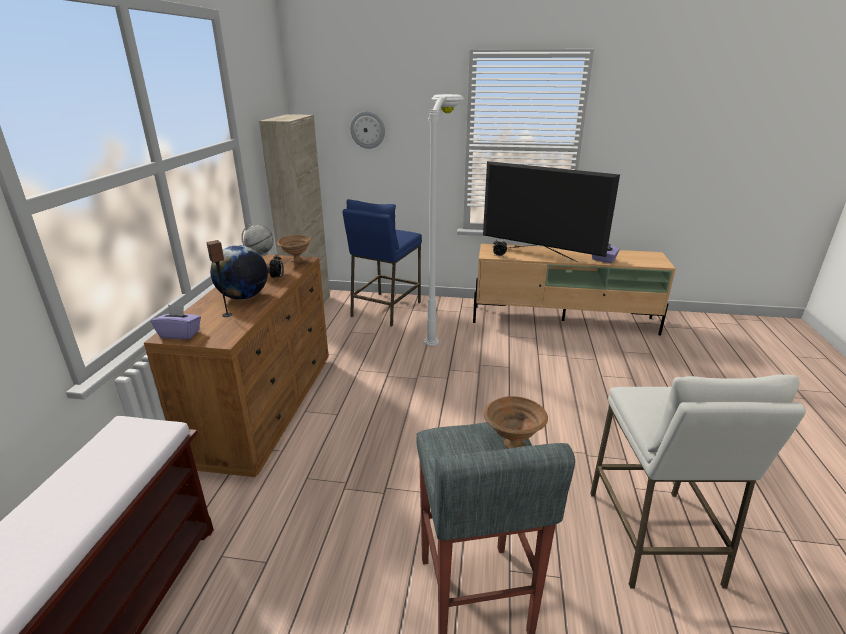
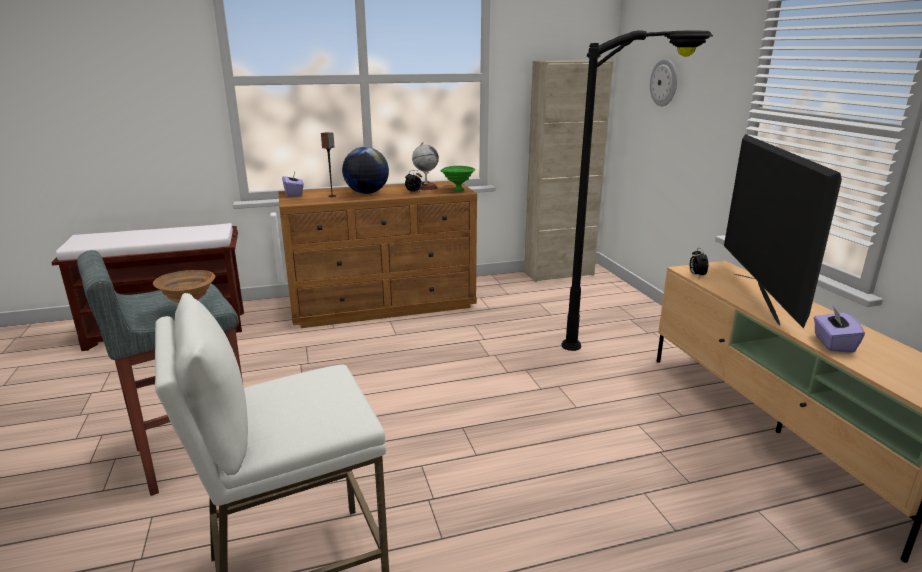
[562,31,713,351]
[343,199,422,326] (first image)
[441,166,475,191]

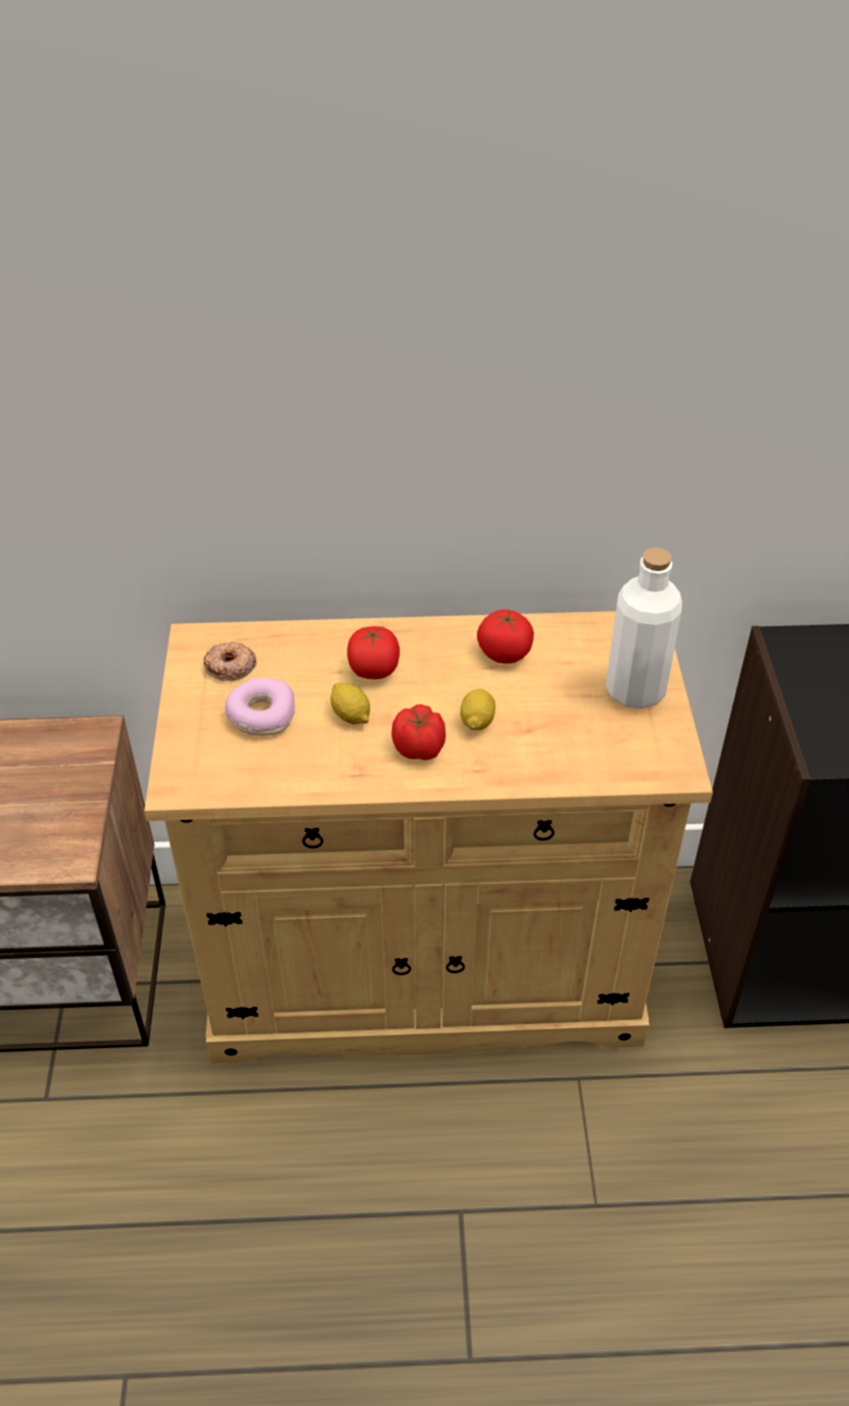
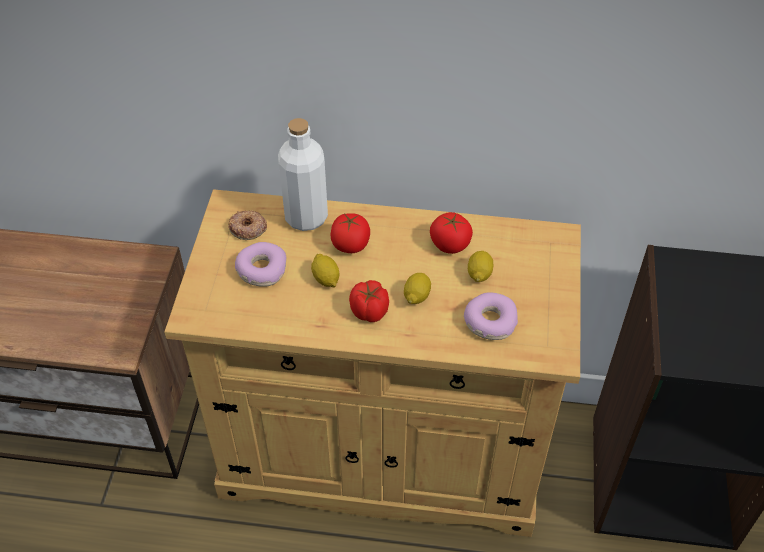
[278,118,328,231]
[468,251,493,282]
[464,292,518,340]

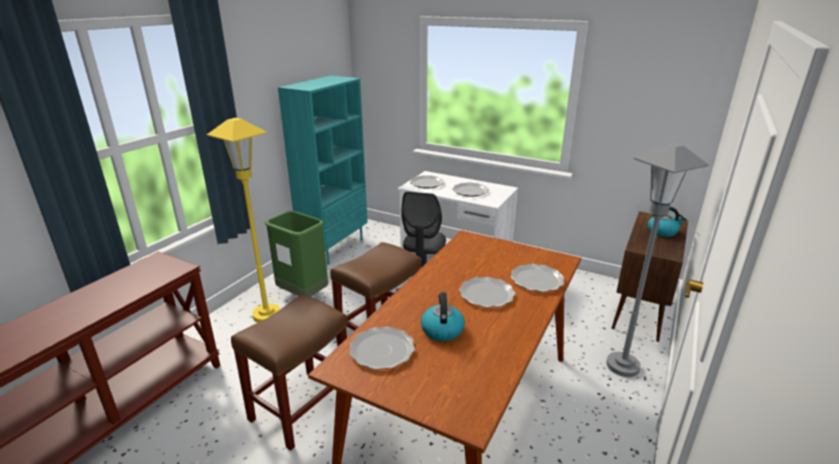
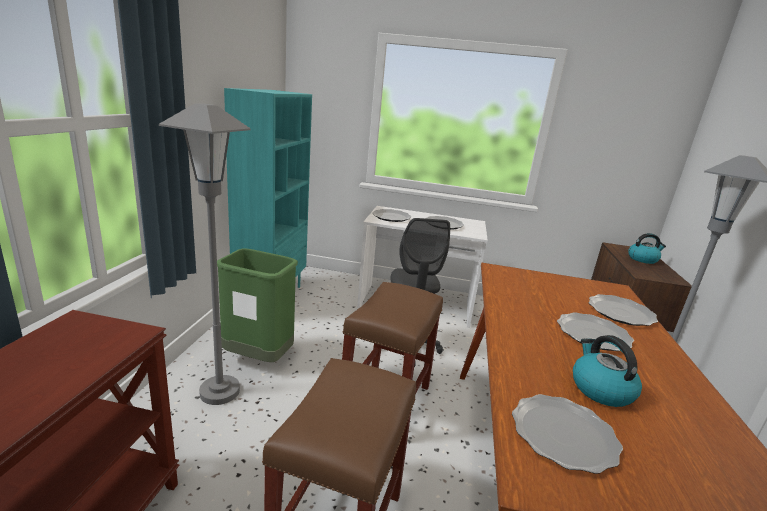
[159,104,251,405]

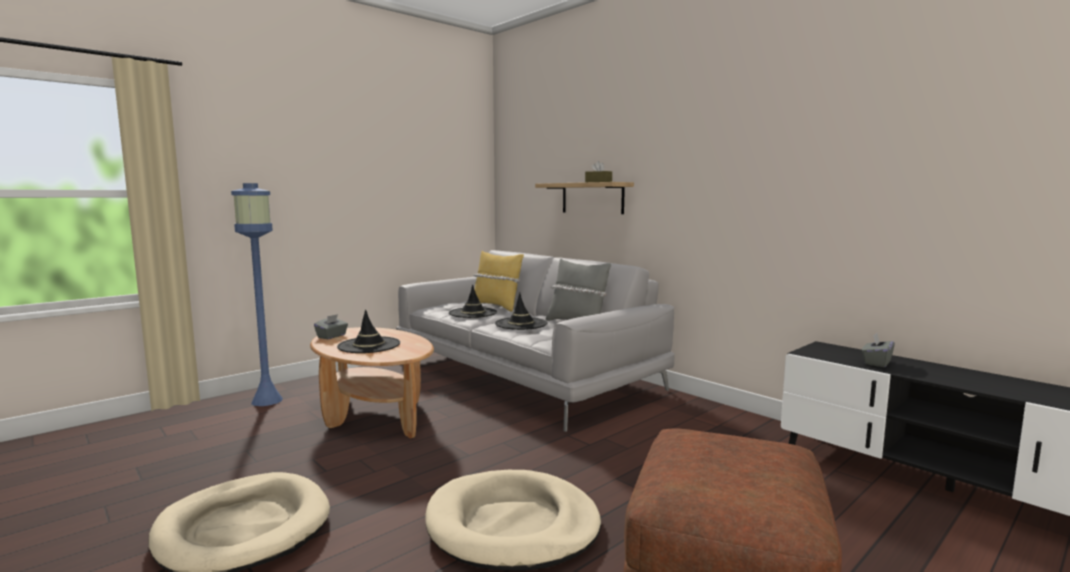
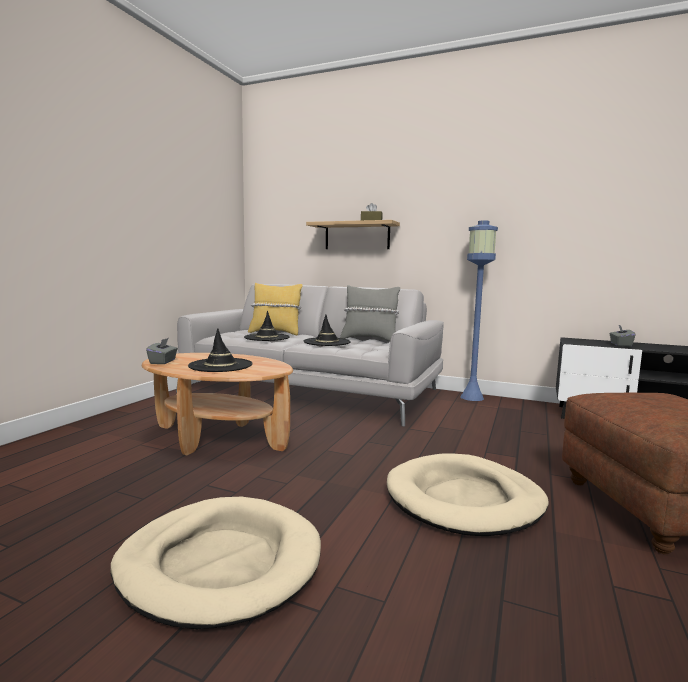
[460,221,498,401]

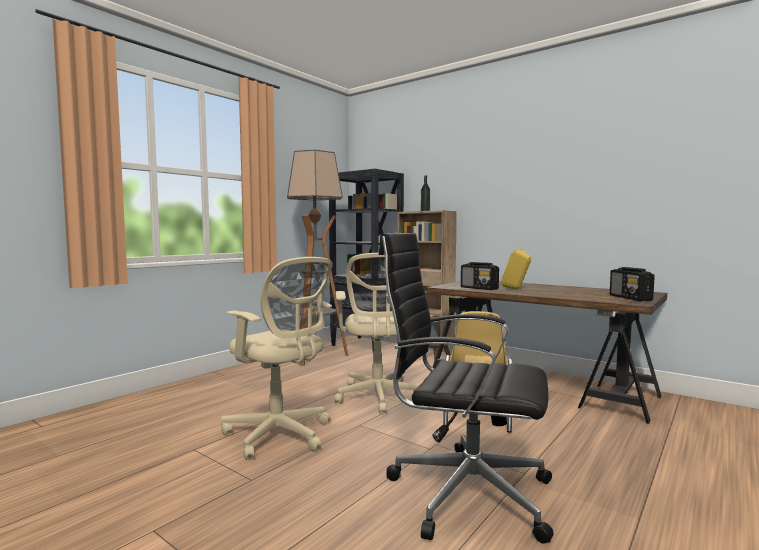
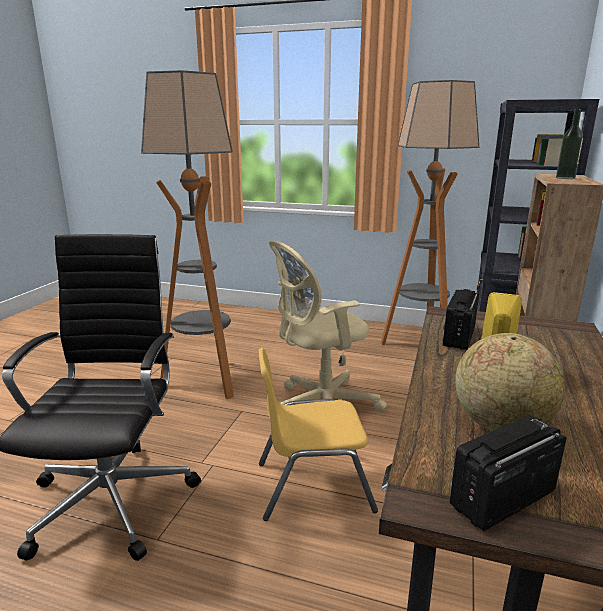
[141,70,234,399]
[455,333,565,431]

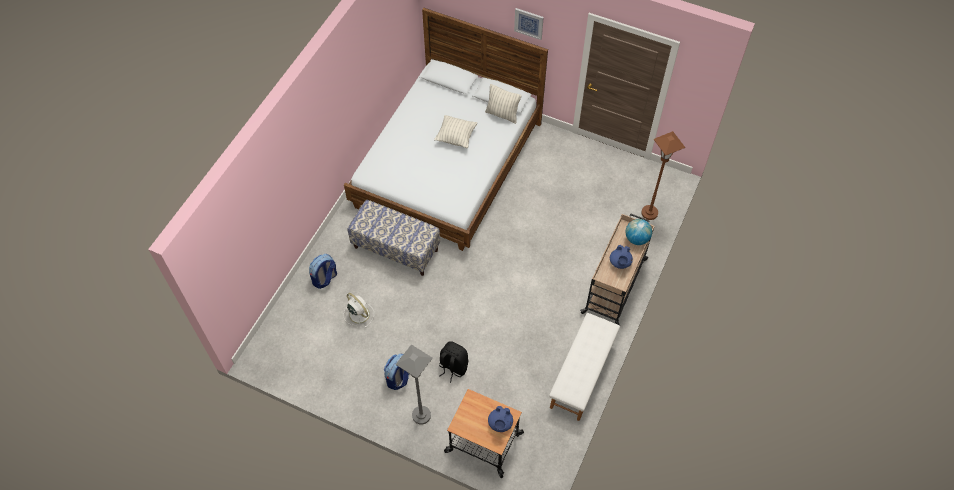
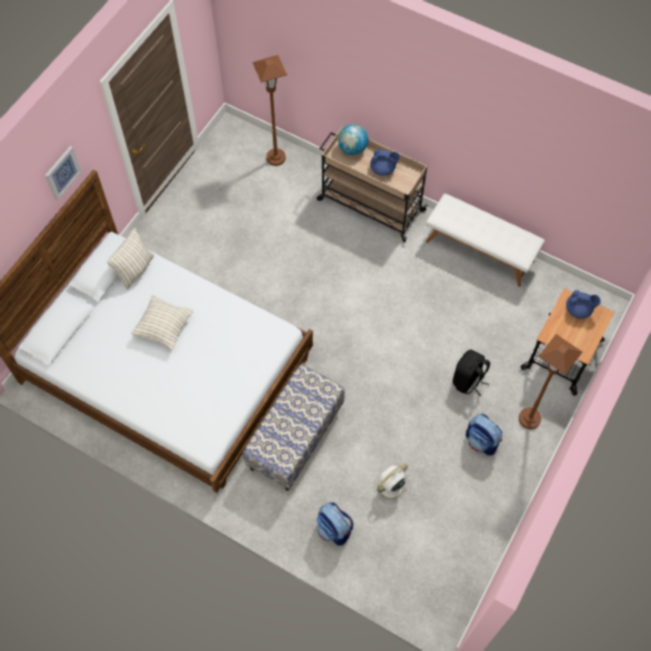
[519,334,582,429]

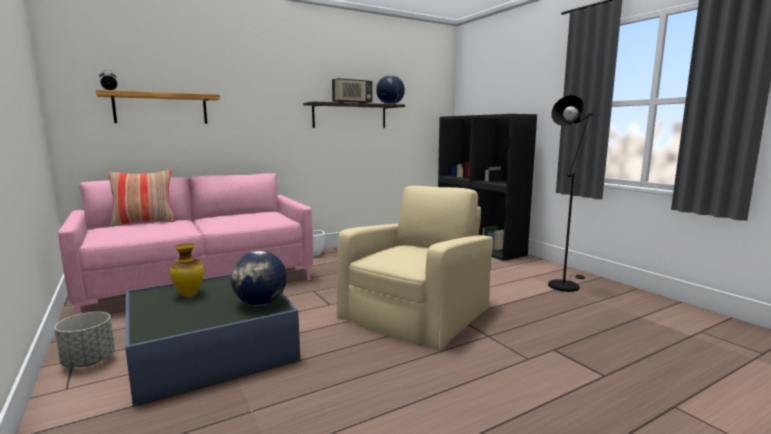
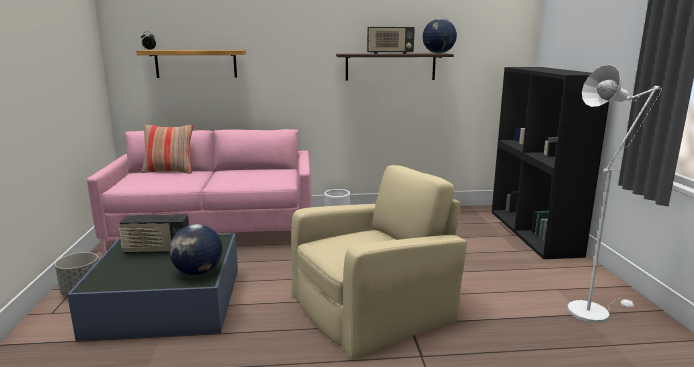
[567,65,662,323]
[119,214,189,254]

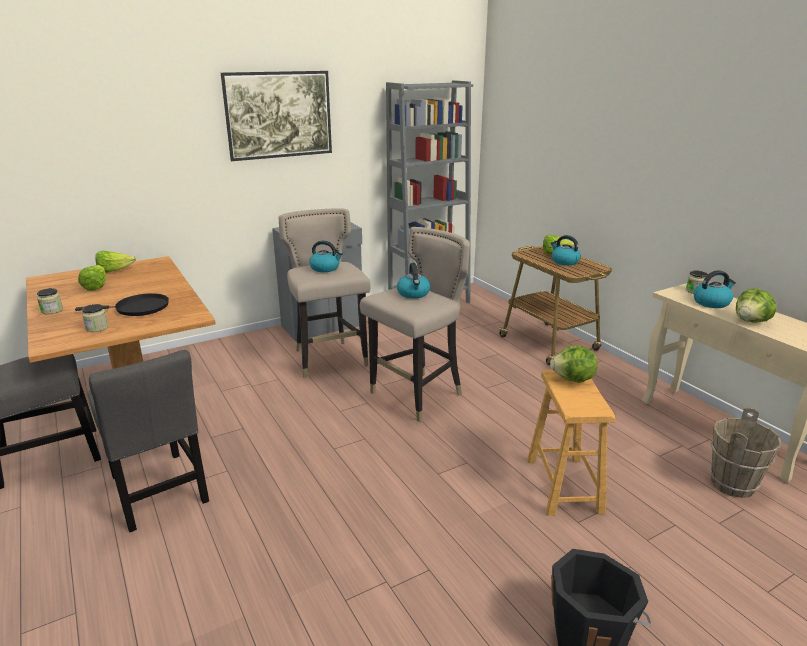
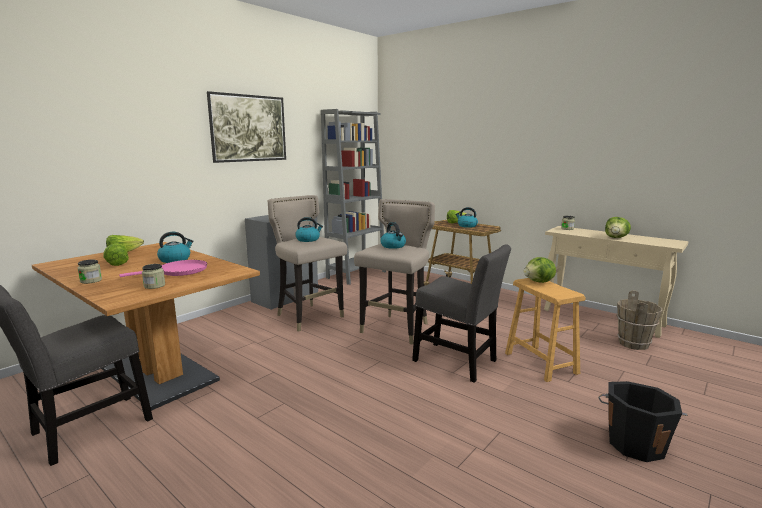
[157,232,194,263]
[119,260,208,277]
[412,244,511,383]

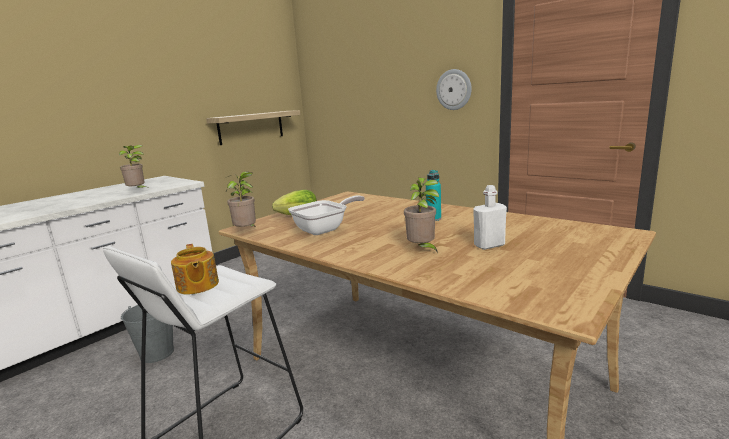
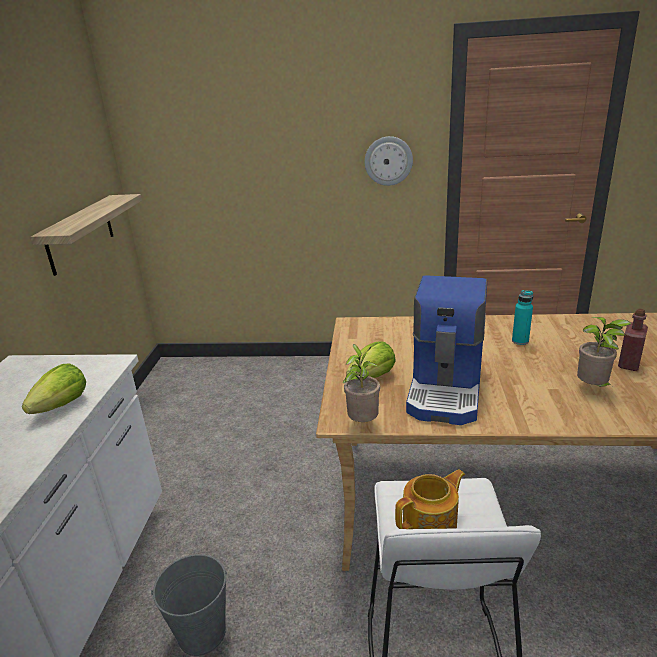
[22,364,86,414]
[618,308,648,371]
[406,275,487,425]
[395,469,465,529]

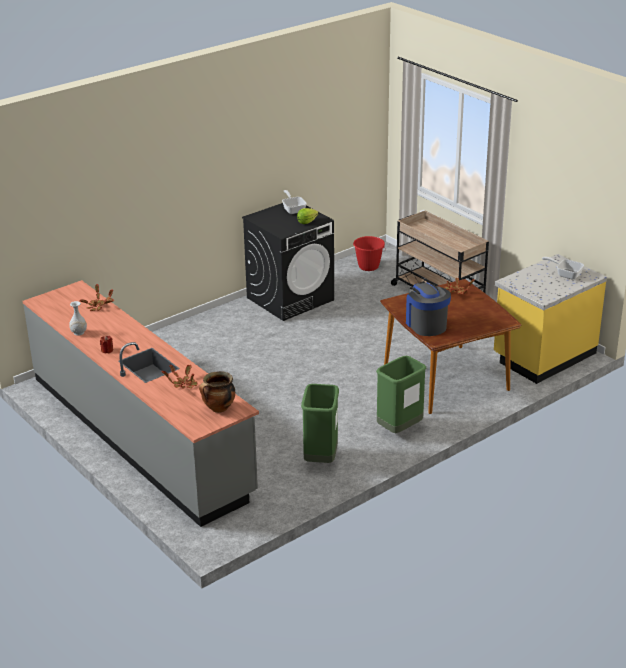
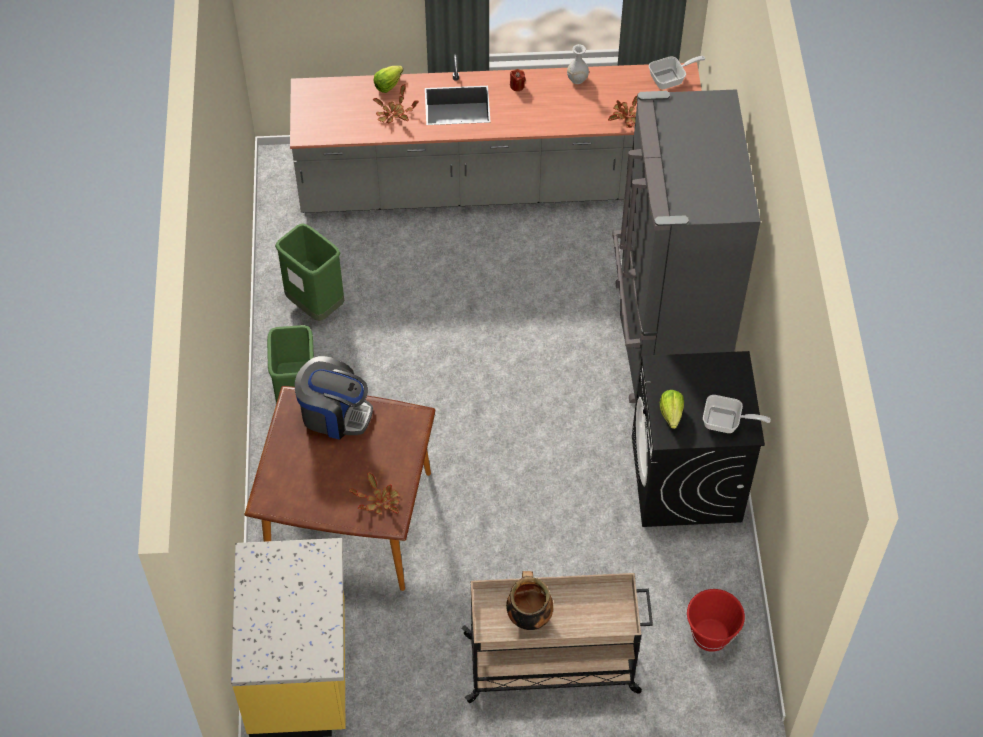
[649,56,705,89]
[506,571,553,630]
[373,66,403,93]
[612,89,761,403]

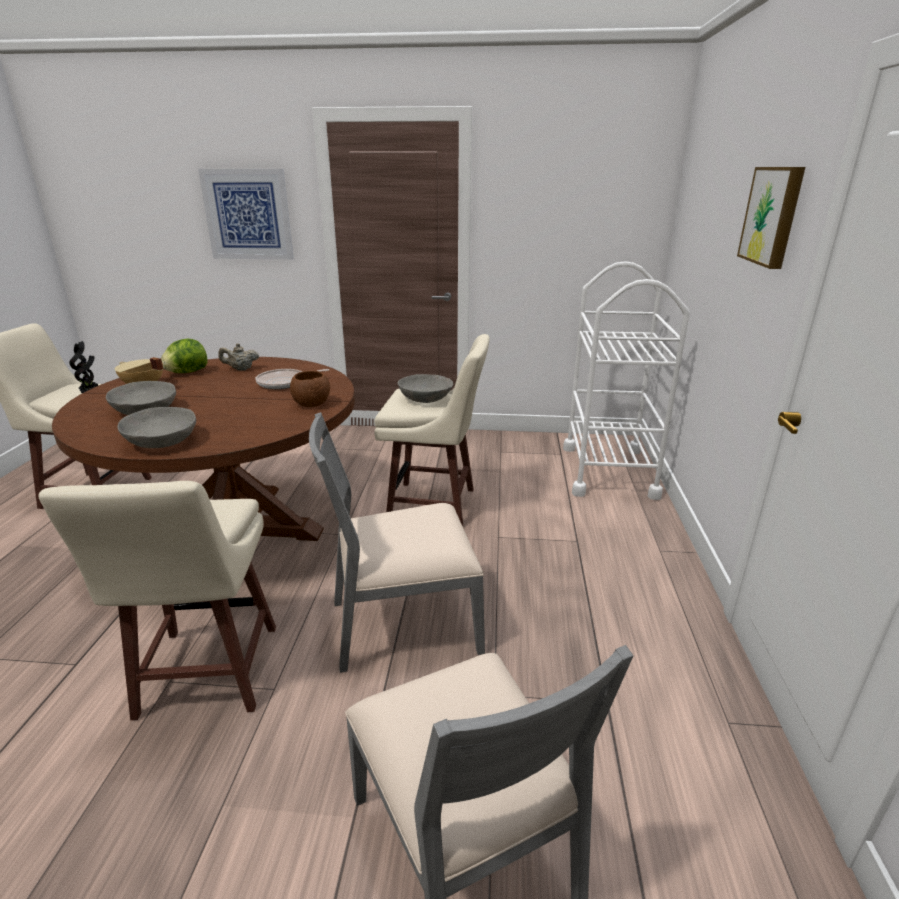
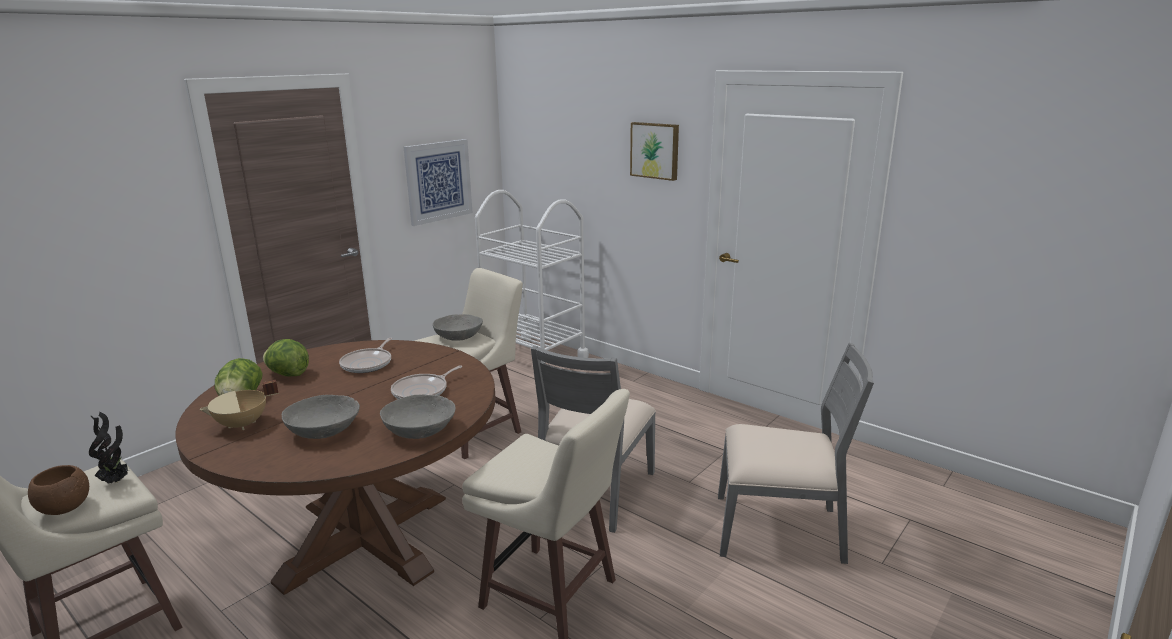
[404,139,473,226]
[263,339,309,377]
[28,465,89,515]
[391,365,463,399]

